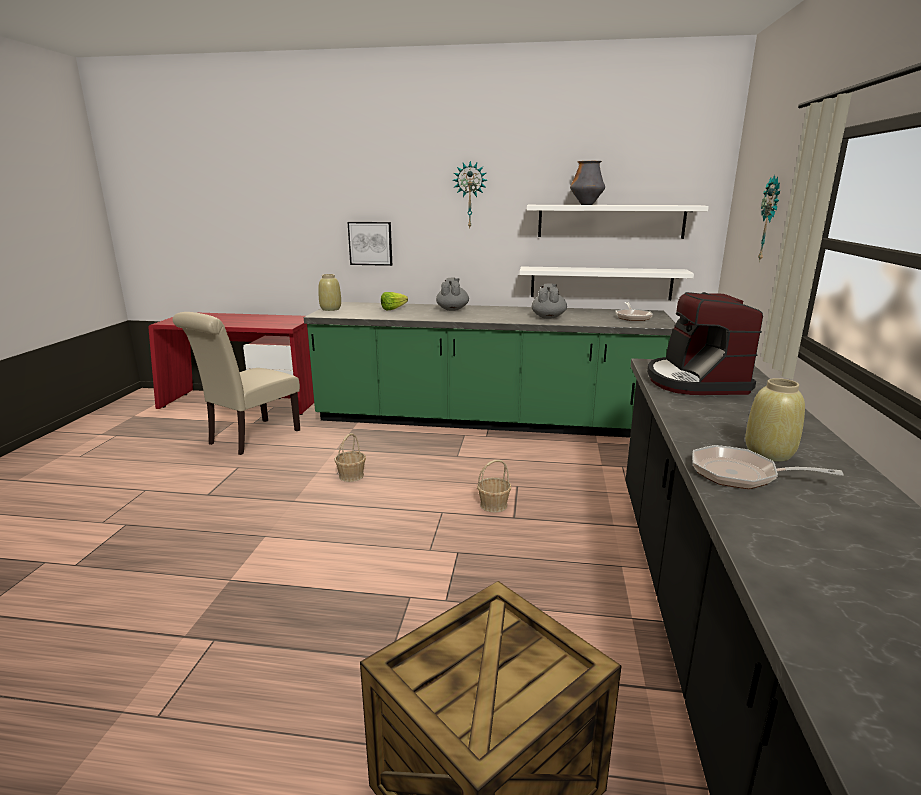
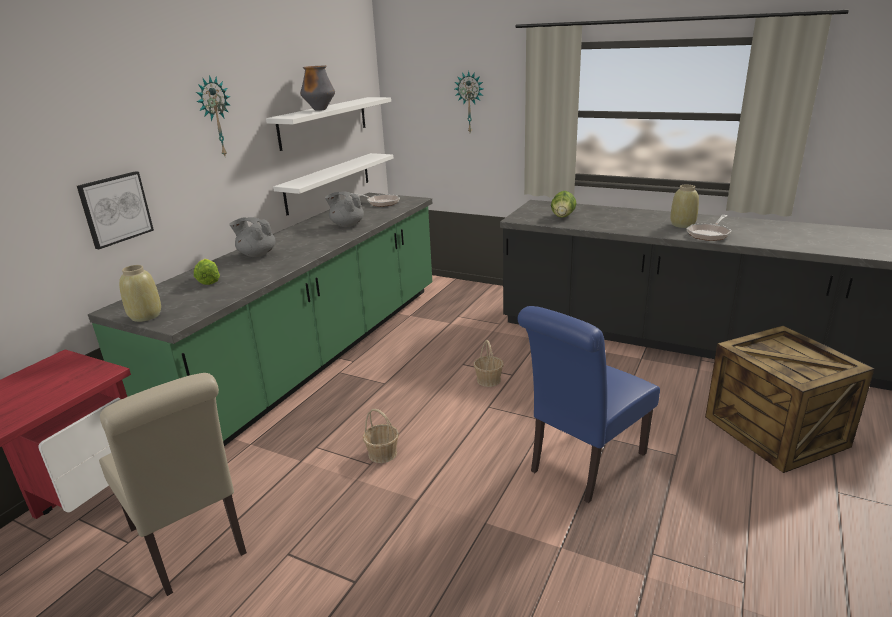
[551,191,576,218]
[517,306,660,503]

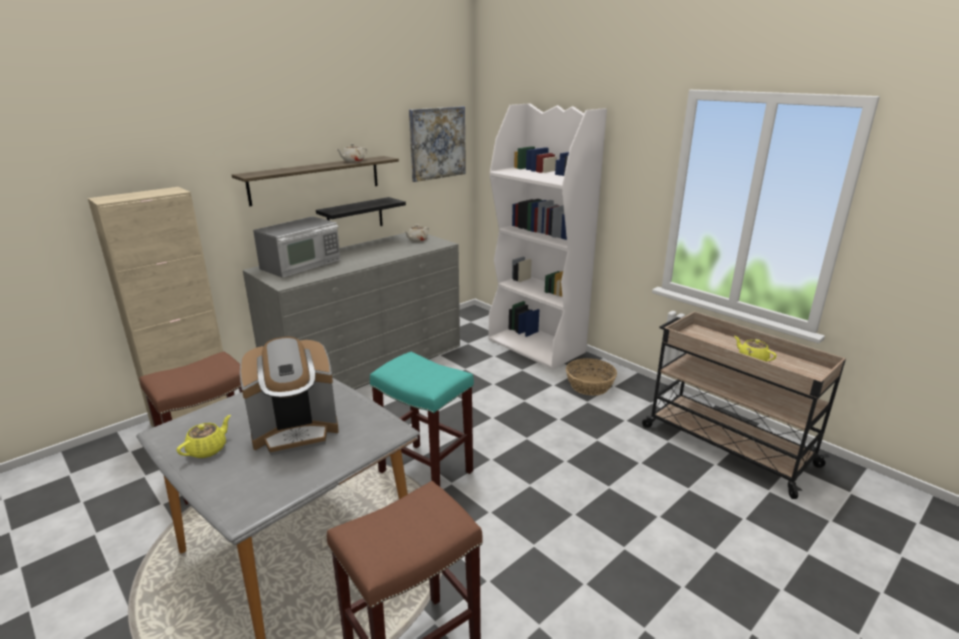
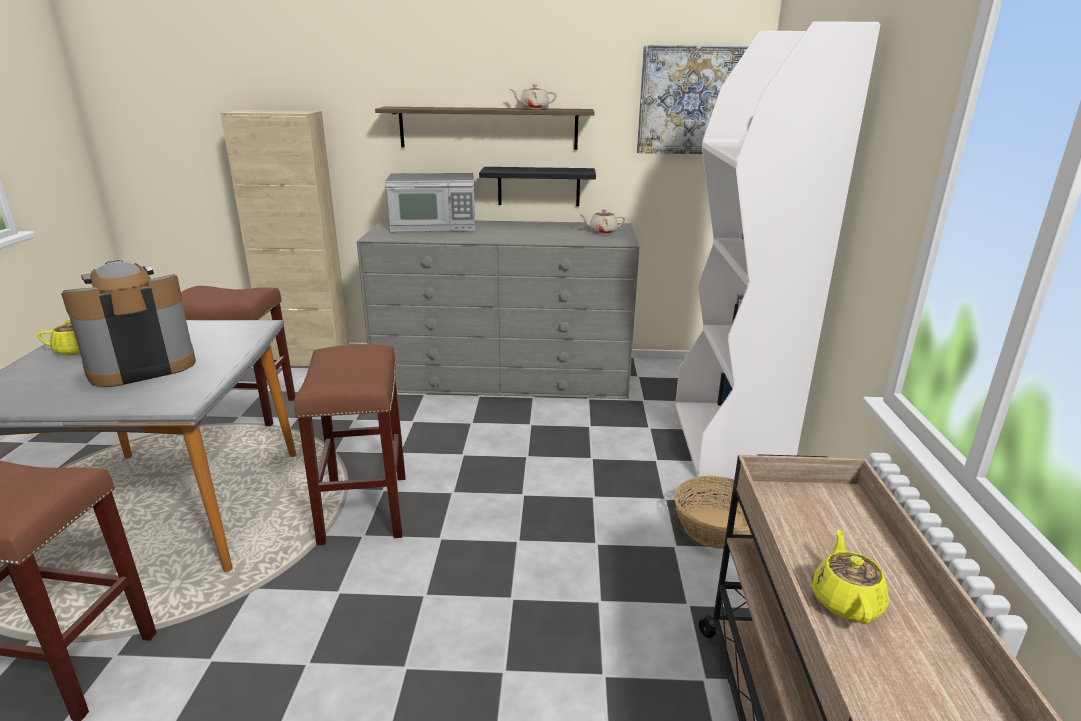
[61,260,196,387]
[294,344,406,545]

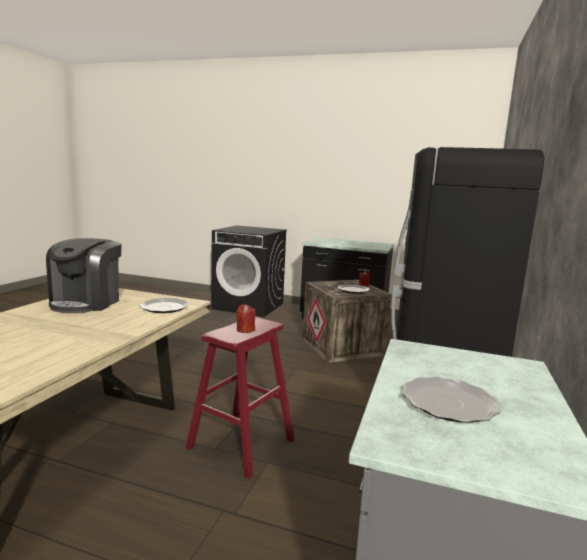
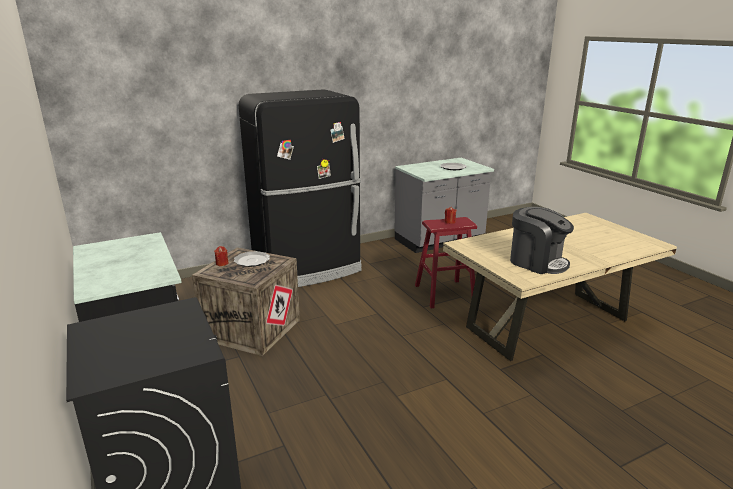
[510,207,574,274]
[139,298,189,313] (first image)

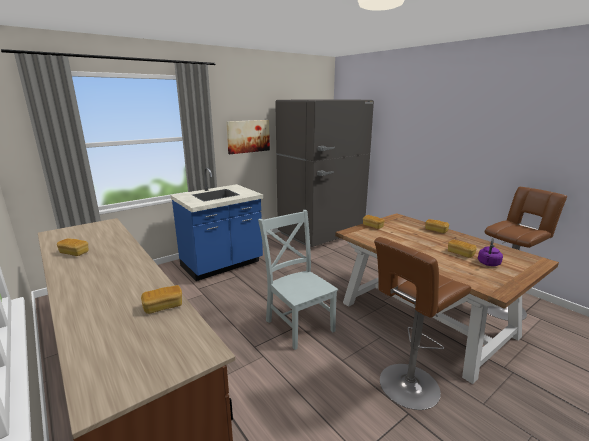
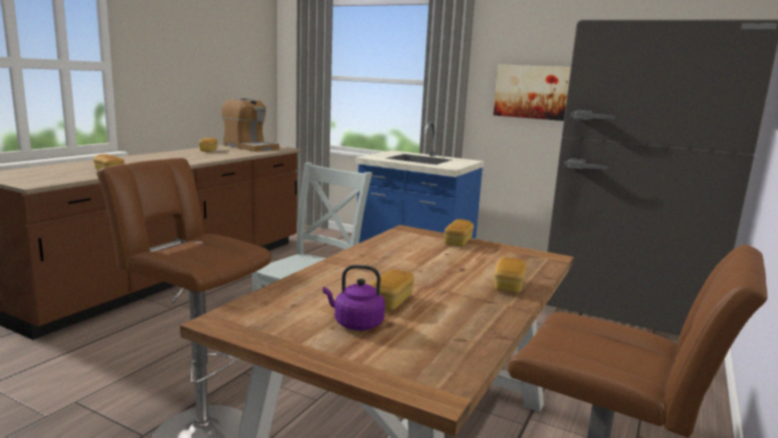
[222,98,279,152]

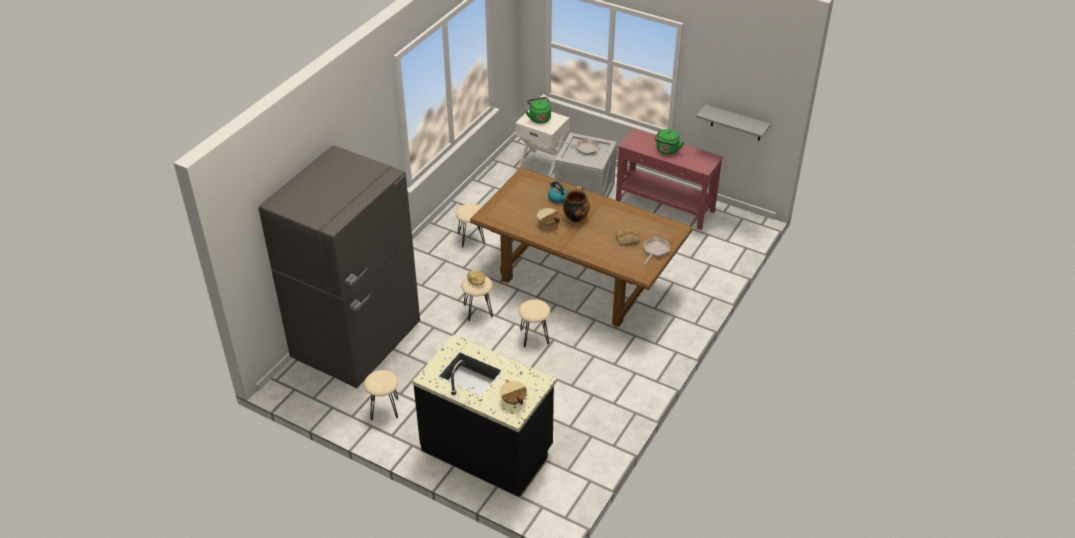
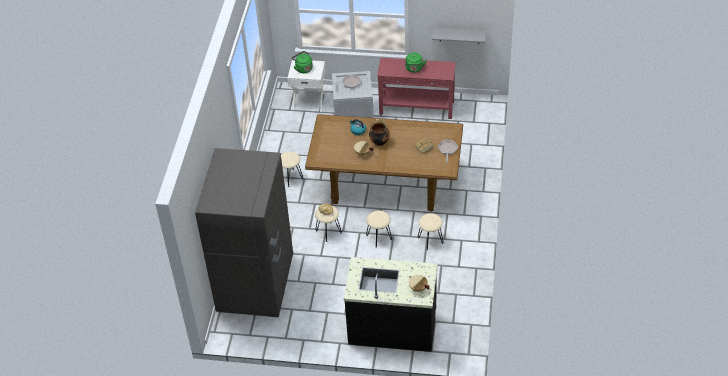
[418,213,444,250]

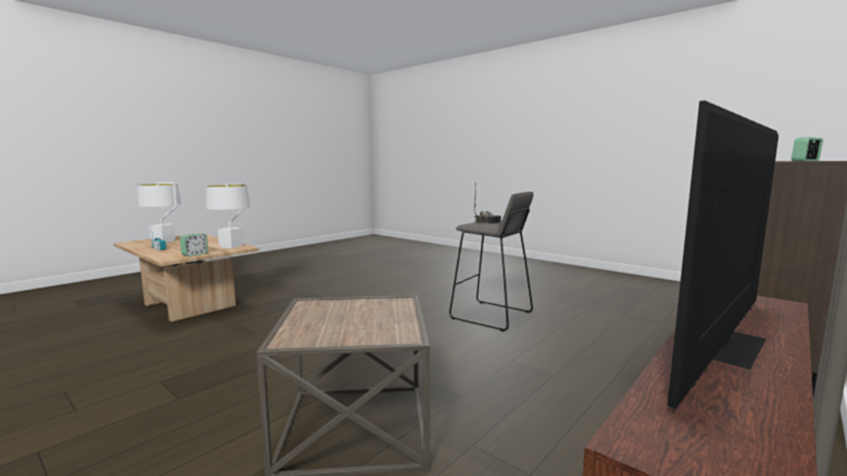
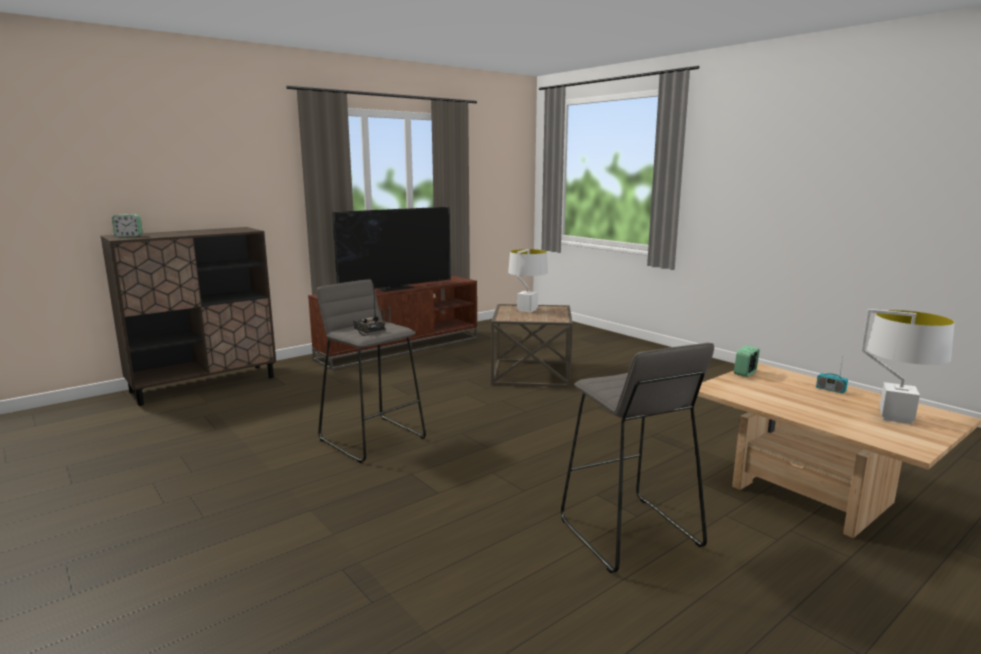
[508,249,548,312]
[561,342,714,573]

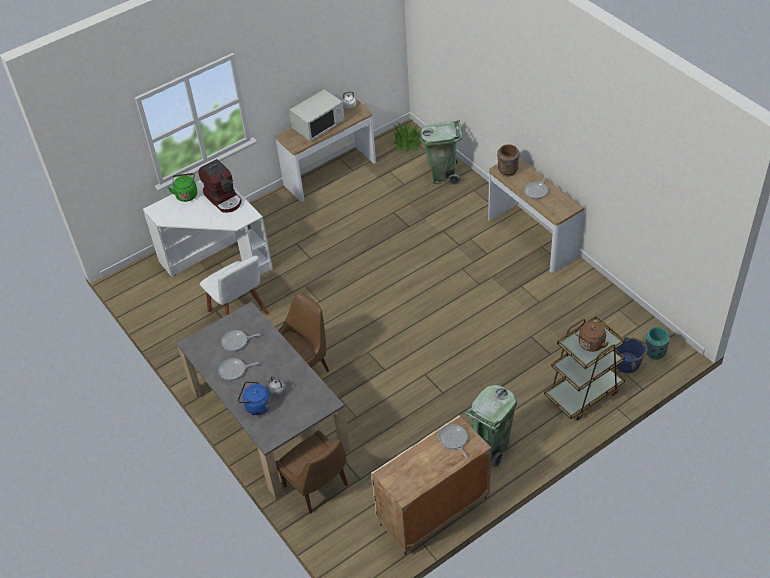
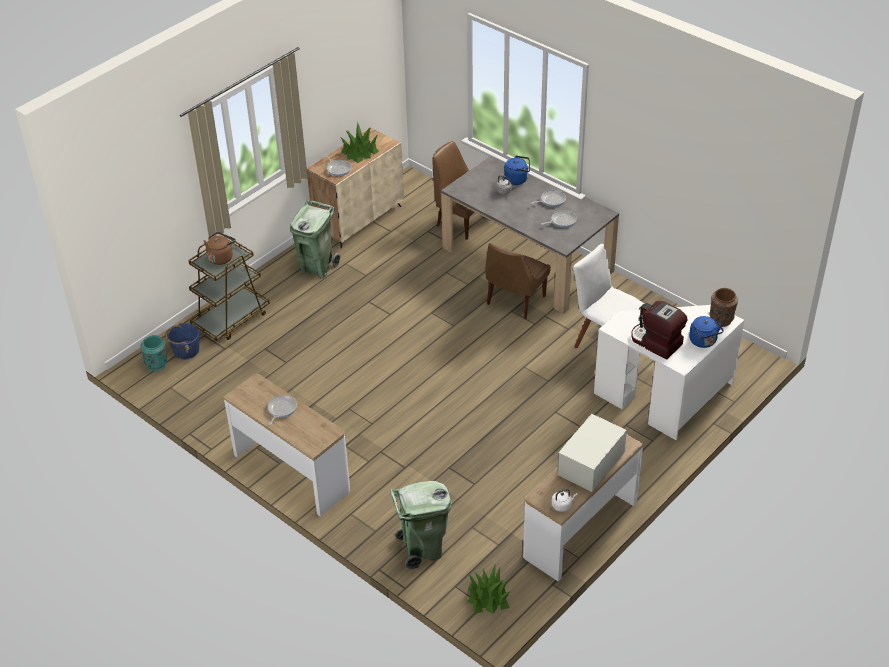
[710,288,738,327]
[689,316,723,348]
[341,122,379,163]

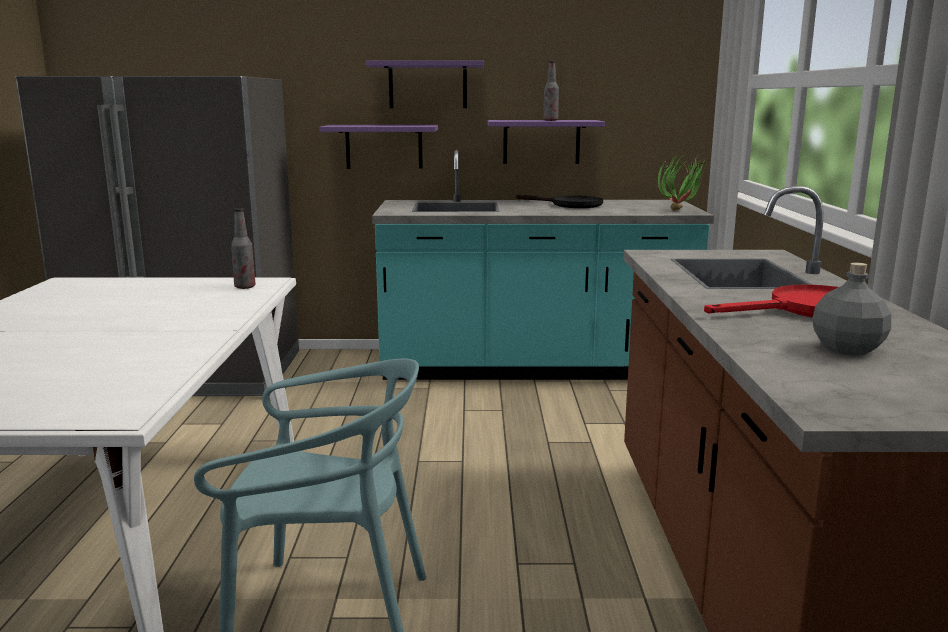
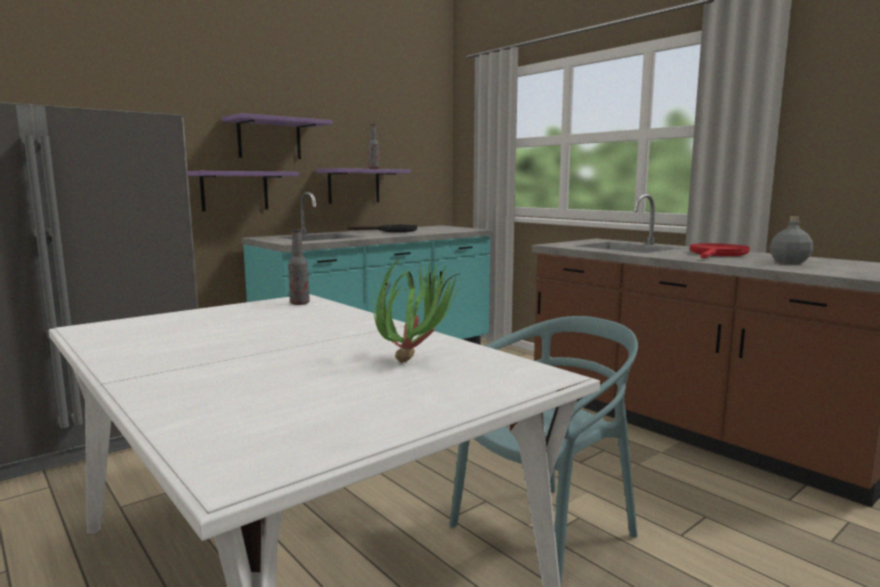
[373,258,463,363]

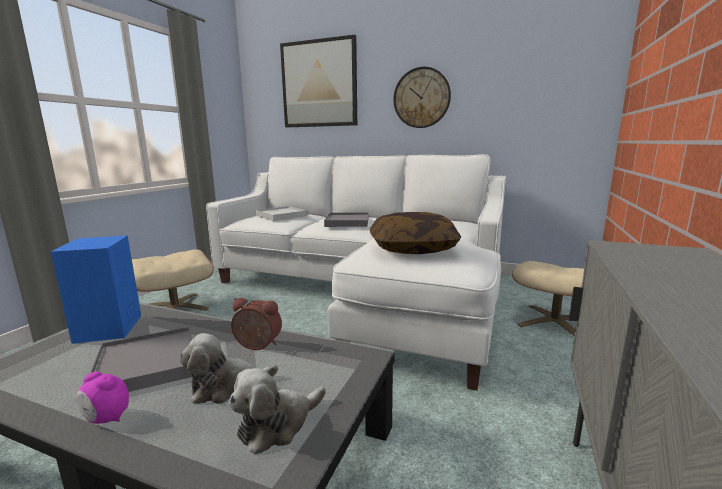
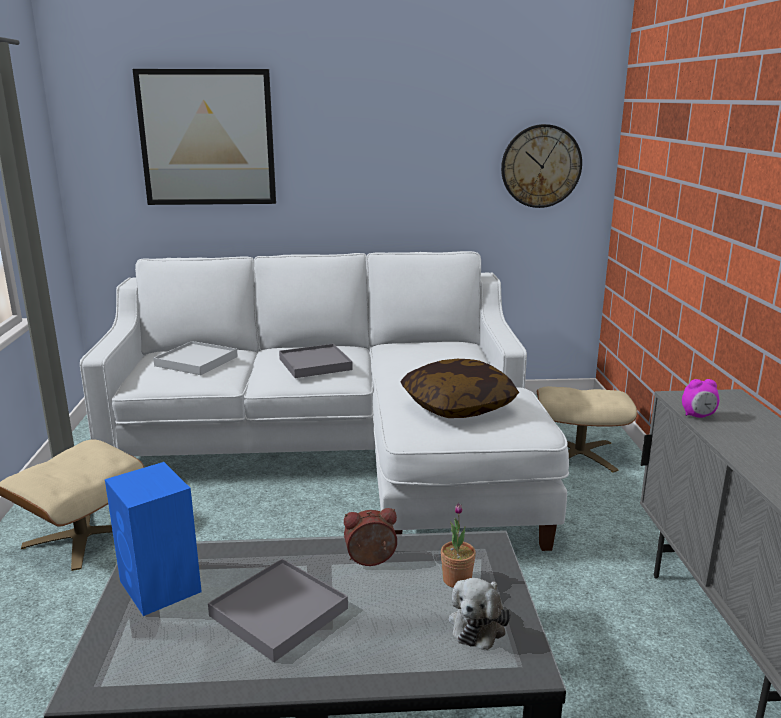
[501,124,582,208]
[180,333,278,404] (first image)
[682,379,719,418]
[441,503,476,588]

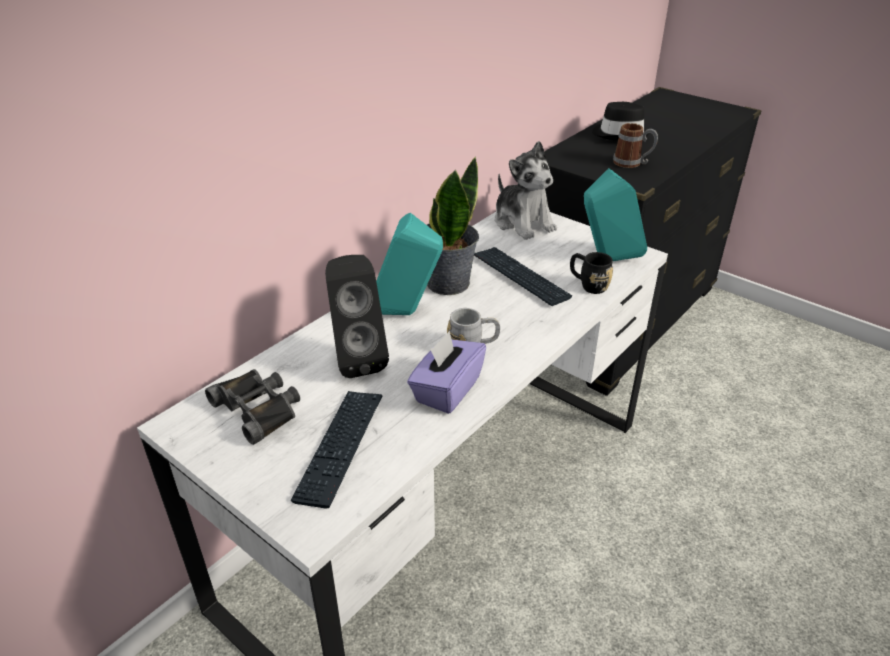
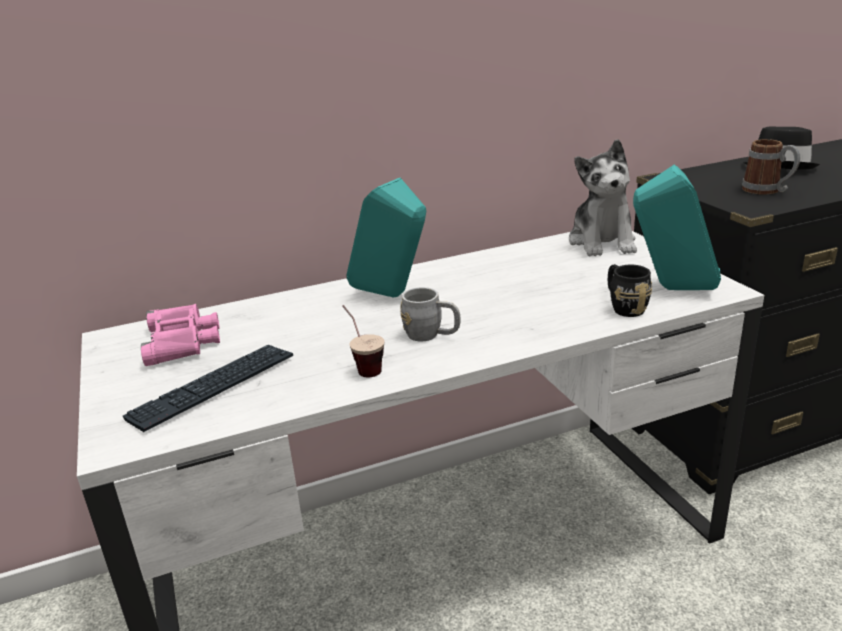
[427,157,479,295] (first image)
[474,247,572,306] (first image)
[325,255,389,378] (first image)
[342,305,384,377]
[141,304,220,366]

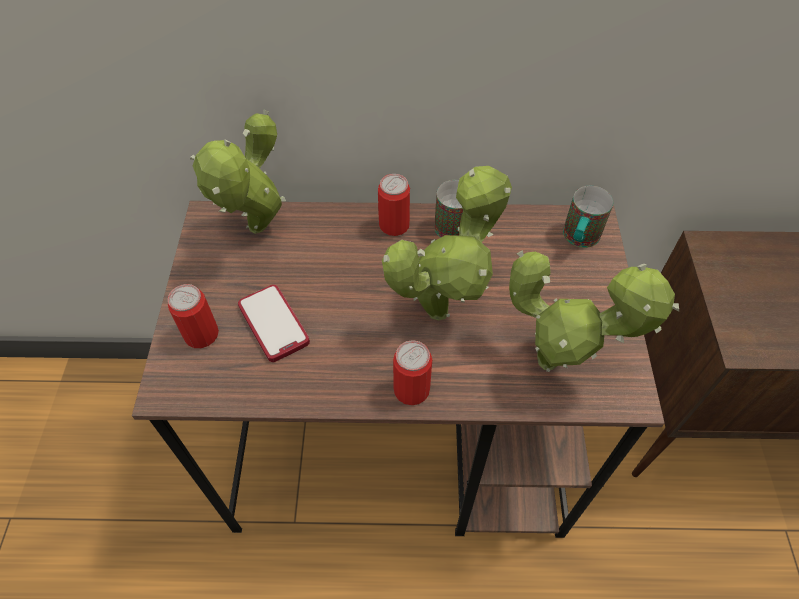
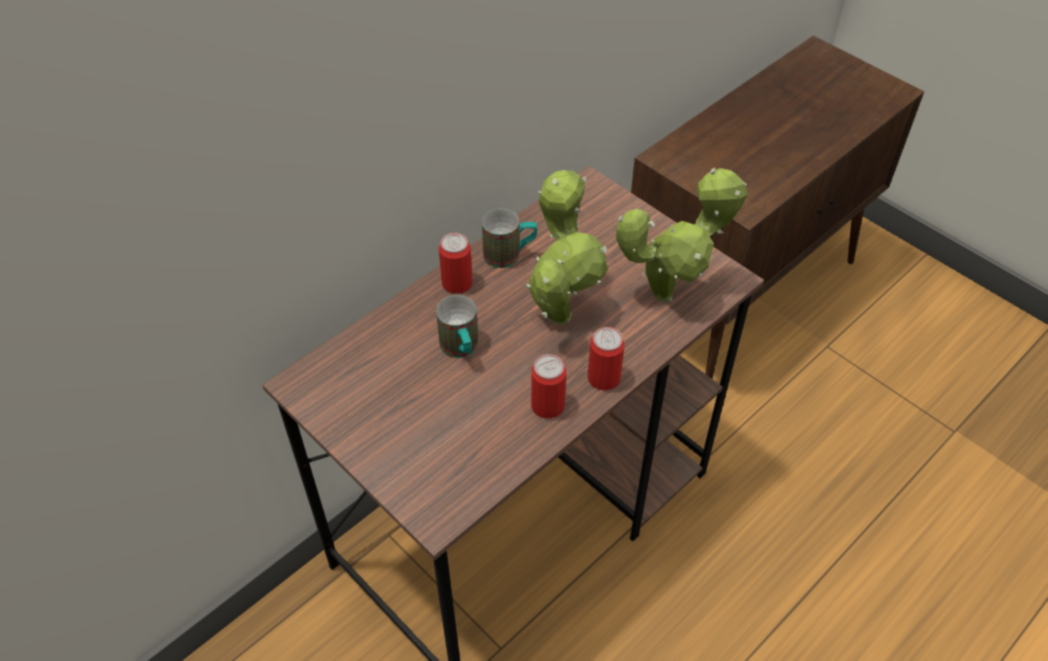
[190,109,286,234] (first image)
[436,295,478,358]
[531,354,566,418]
[238,285,310,362] (first image)

